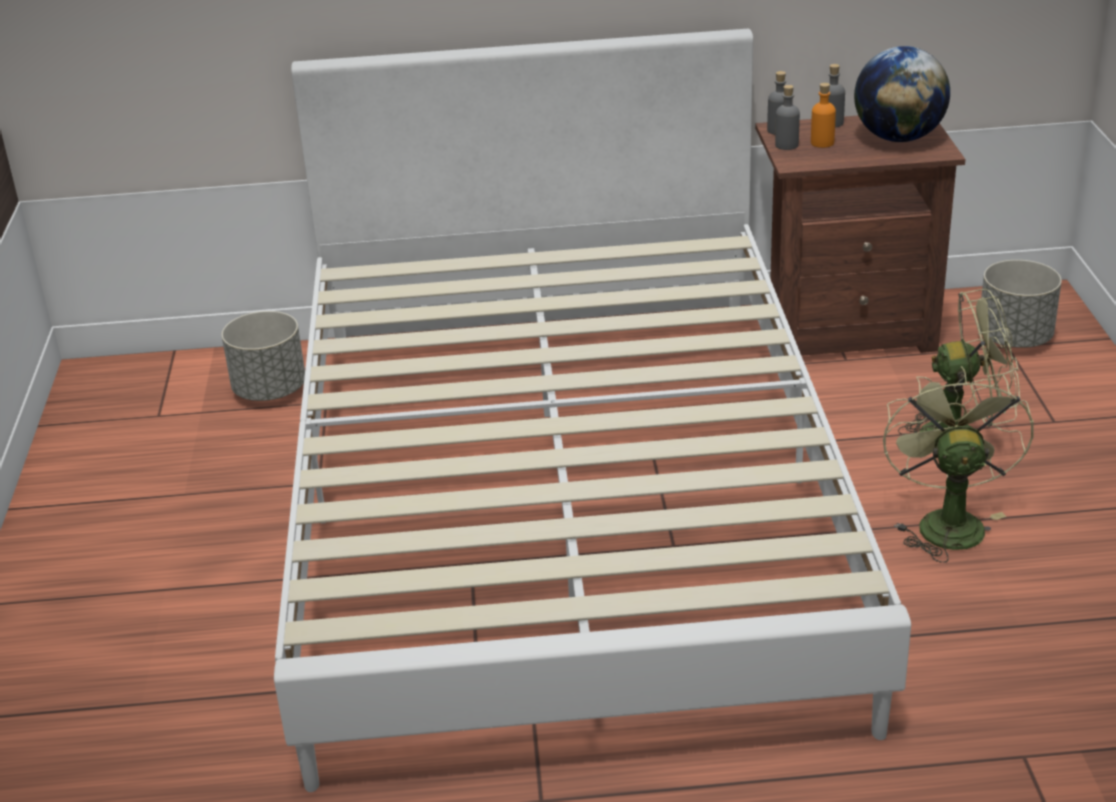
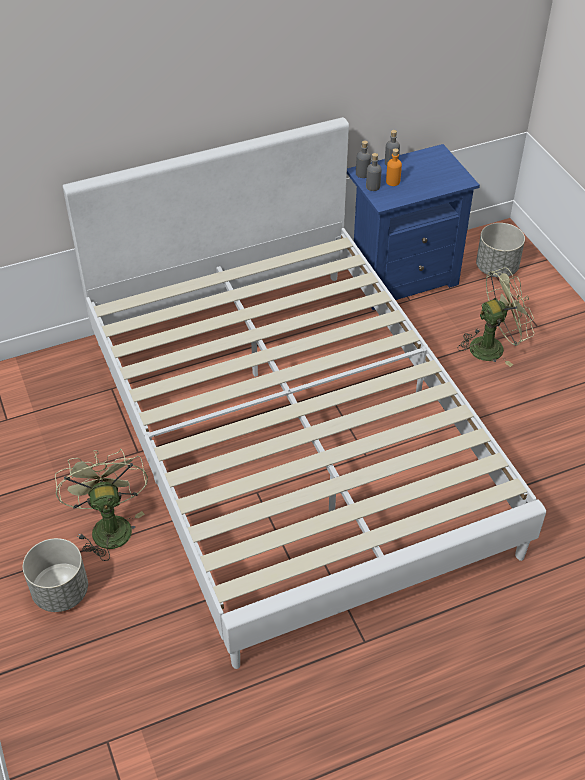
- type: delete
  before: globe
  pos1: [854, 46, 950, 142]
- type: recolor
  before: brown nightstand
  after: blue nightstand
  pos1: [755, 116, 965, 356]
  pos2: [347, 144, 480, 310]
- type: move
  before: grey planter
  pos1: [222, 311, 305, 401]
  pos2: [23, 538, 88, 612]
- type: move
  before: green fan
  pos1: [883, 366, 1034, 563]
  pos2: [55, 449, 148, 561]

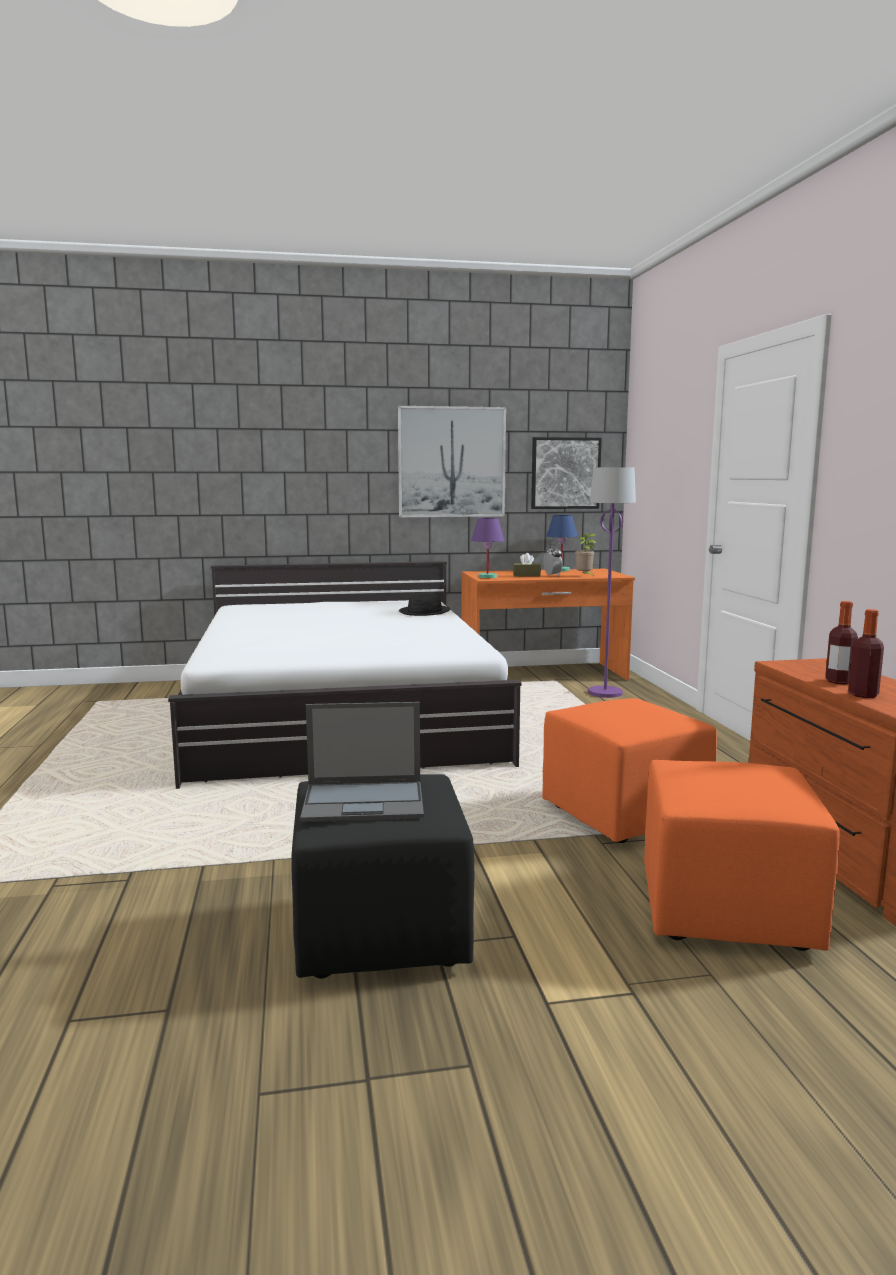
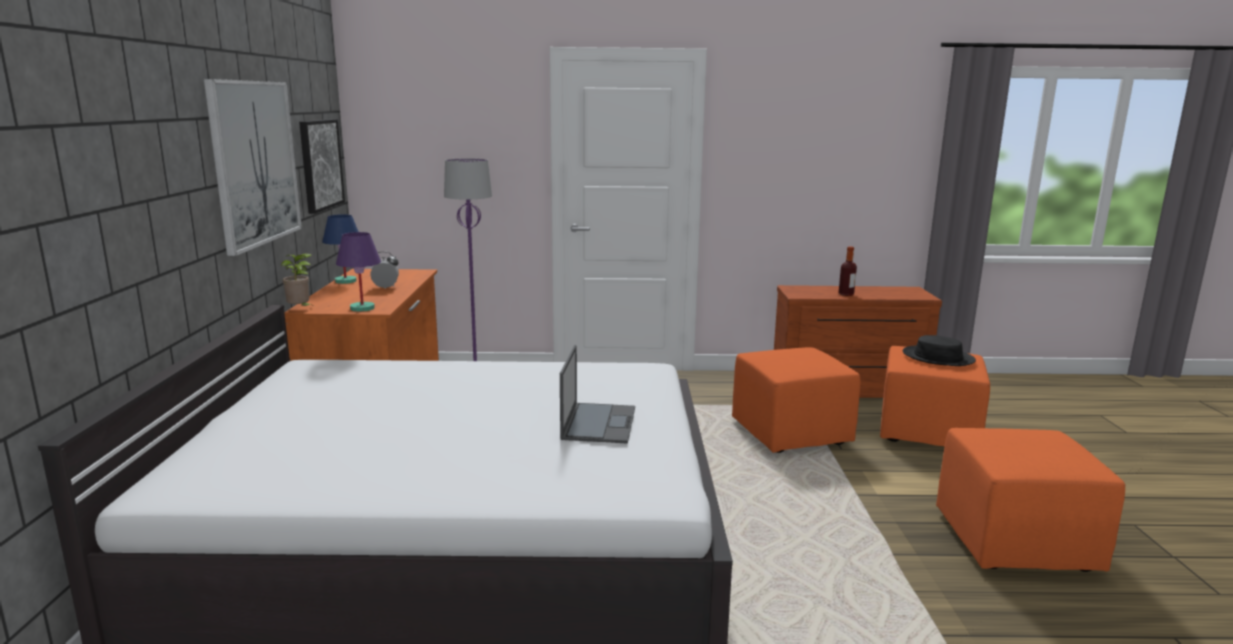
- type: move
  before: potted plant
  pos1: [575, 533, 596, 576]
  pos2: [281, 253, 312, 306]
- type: delete
  before: brown tissue box
  pos1: [513, 553, 541, 576]
- type: move
  before: black hat
  pos1: [399, 594, 450, 616]
  pos2: [903, 335, 976, 366]
- type: delete
  before: bottle
  pos1: [848, 609, 884, 698]
- type: move
  before: laptop
  pos1: [300, 702, 424, 822]
  pos2: [560, 345, 635, 444]
- type: recolor
  before: black ottoman
  after: orange ottoman
  pos1: [291, 774, 474, 979]
  pos2: [936, 428, 1125, 572]

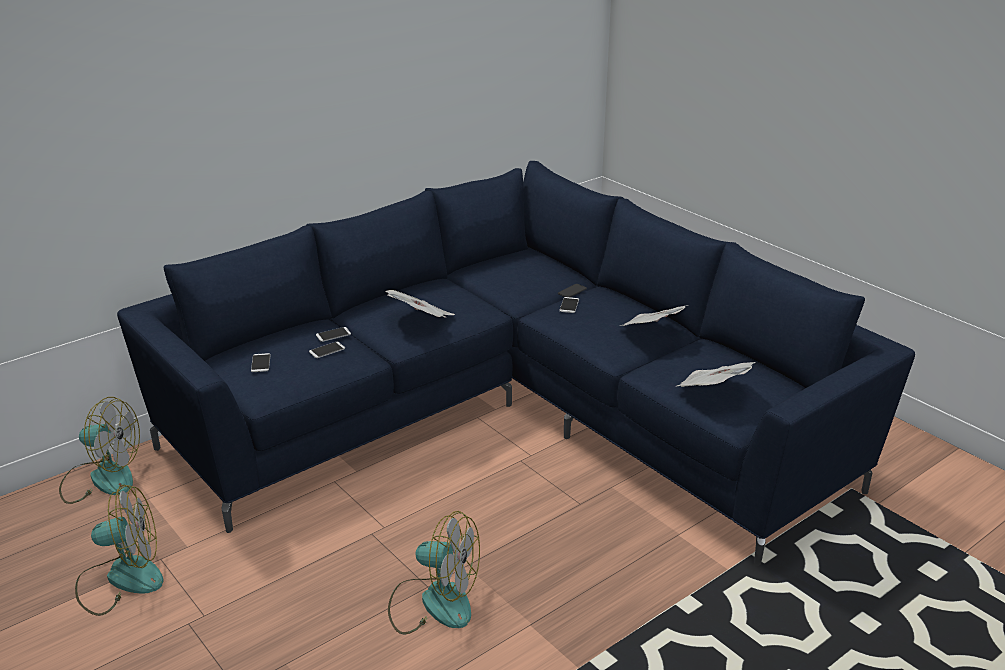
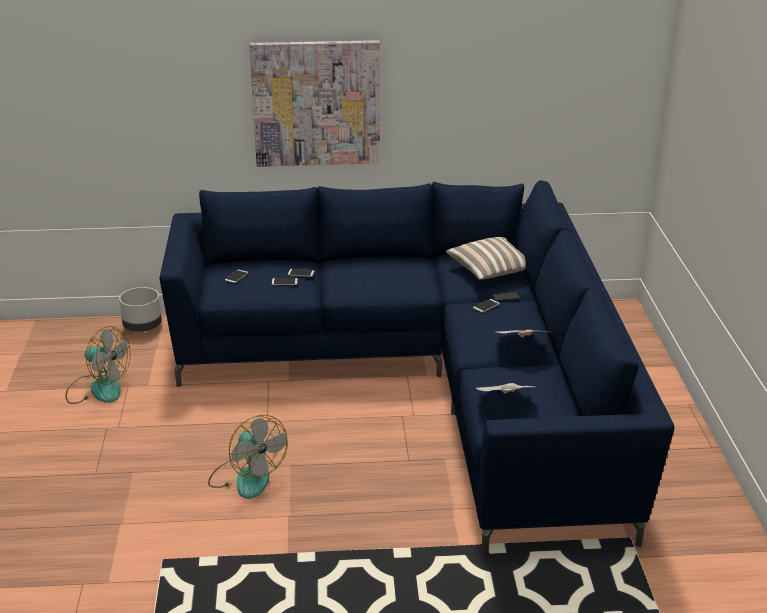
- type: delete
  before: newspaper
  pos1: [385, 290, 455, 318]
- type: replace
  before: fan
  after: grey planter
  pos1: [59, 397, 140, 504]
  pos2: [119, 287, 162, 332]
- type: insert
  after: picture
  pos2: [250, 40, 380, 167]
- type: insert
  after: pillow
  pos2: [446, 237, 526, 280]

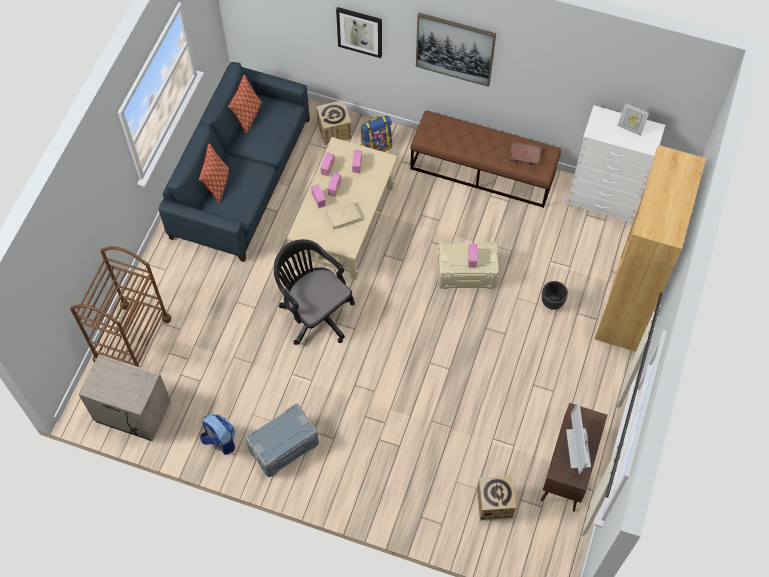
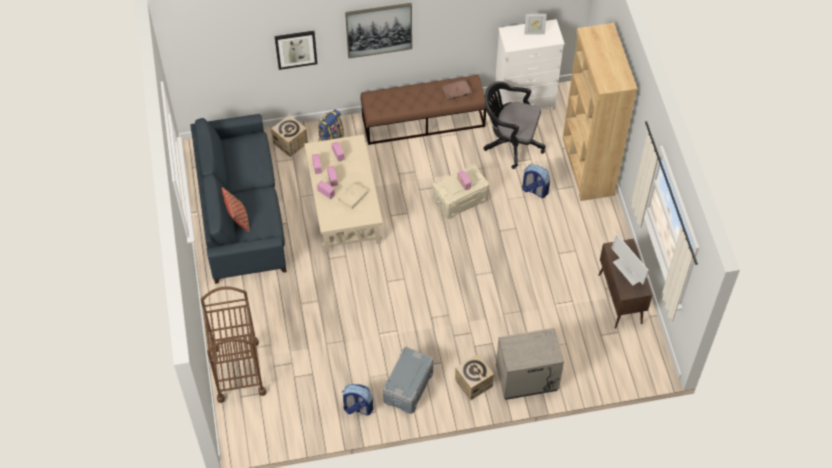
- type: delete
  before: pillow
  pos1: [228, 75, 262, 133]
- type: move
  before: black office chair
  pos1: [274, 239, 355, 345]
  pos2: [483, 81, 545, 169]
- type: replace
  before: black planter
  after: backpack
  pos1: [542, 281, 568, 310]
  pos2: [522, 164, 550, 198]
- type: move
  before: beige nightstand
  pos1: [78, 354, 171, 441]
  pos2: [496, 328, 564, 400]
- type: move
  before: cardboard box
  pos1: [477, 476, 516, 520]
  pos2: [455, 354, 494, 401]

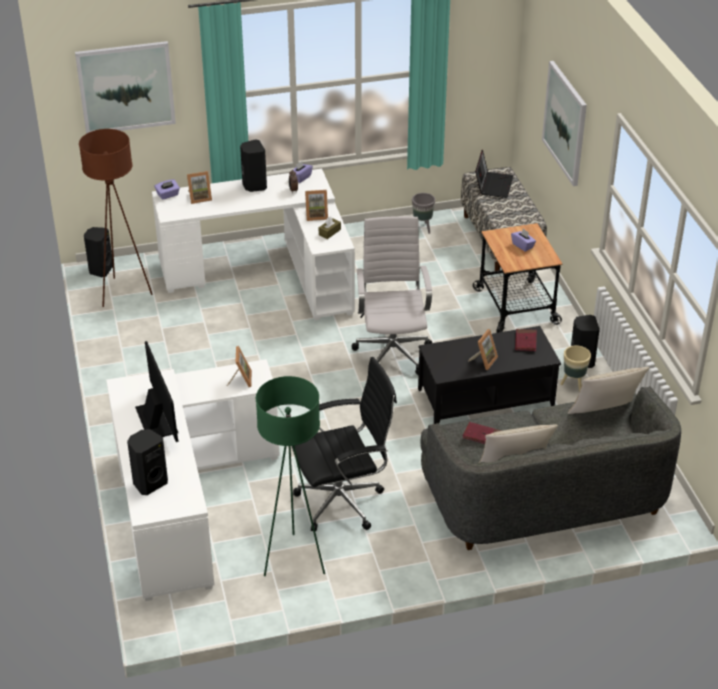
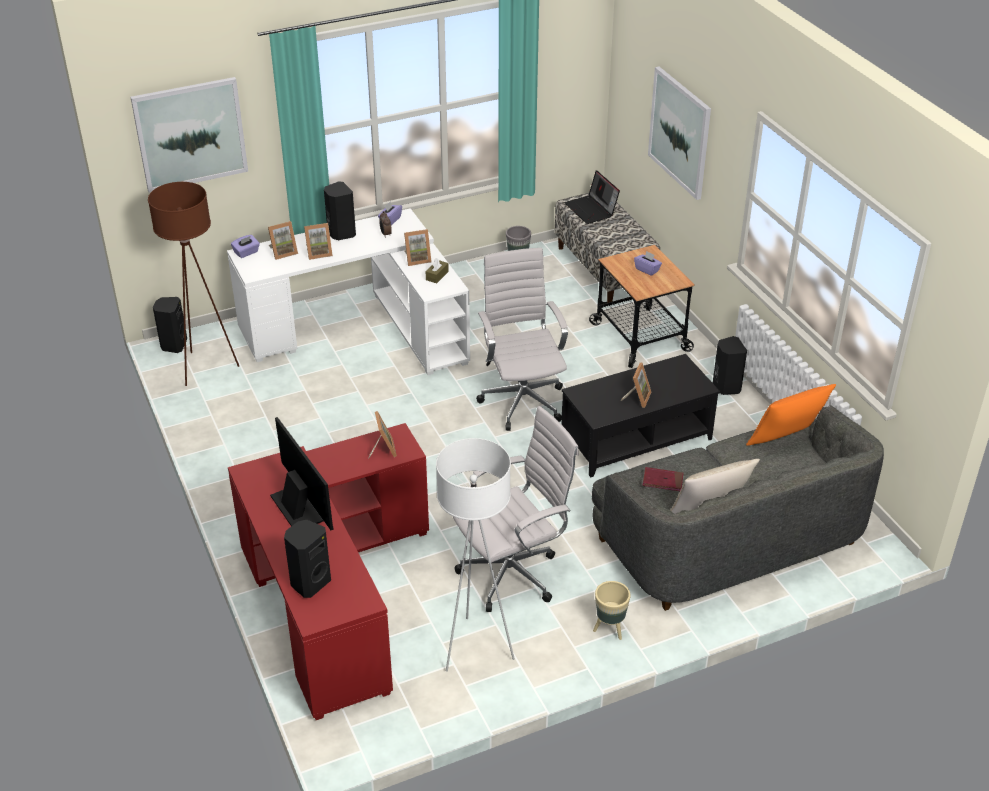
- type: rotate
  before: laptop
  pos1: [475, 150, 514, 198]
  pos2: [565, 170, 620, 224]
  turn: 150
- type: delete
  before: red book
  pos1: [515, 329, 537, 351]
- type: move
  before: beige planter
  pos1: [560, 345, 591, 391]
  pos2: [593, 581, 631, 640]
- type: recolor
  before: black office chair
  after: white office chair
  pos1: [292, 357, 397, 532]
  pos2: [453, 406, 579, 612]
- type: recolor
  before: white desk
  after: red desk
  pos1: [106, 359, 280, 601]
  pos2: [228, 423, 429, 720]
- type: recolor
  before: beige pillow
  after: orange pillow
  pos1: [568, 367, 649, 414]
  pos2: [746, 384, 836, 446]
- type: recolor
  before: green floor lamp
  after: white floor lamp
  pos1: [256, 376, 325, 576]
  pos2: [436, 438, 515, 672]
- type: insert
  after: picture frame
  pos2: [304, 223, 333, 260]

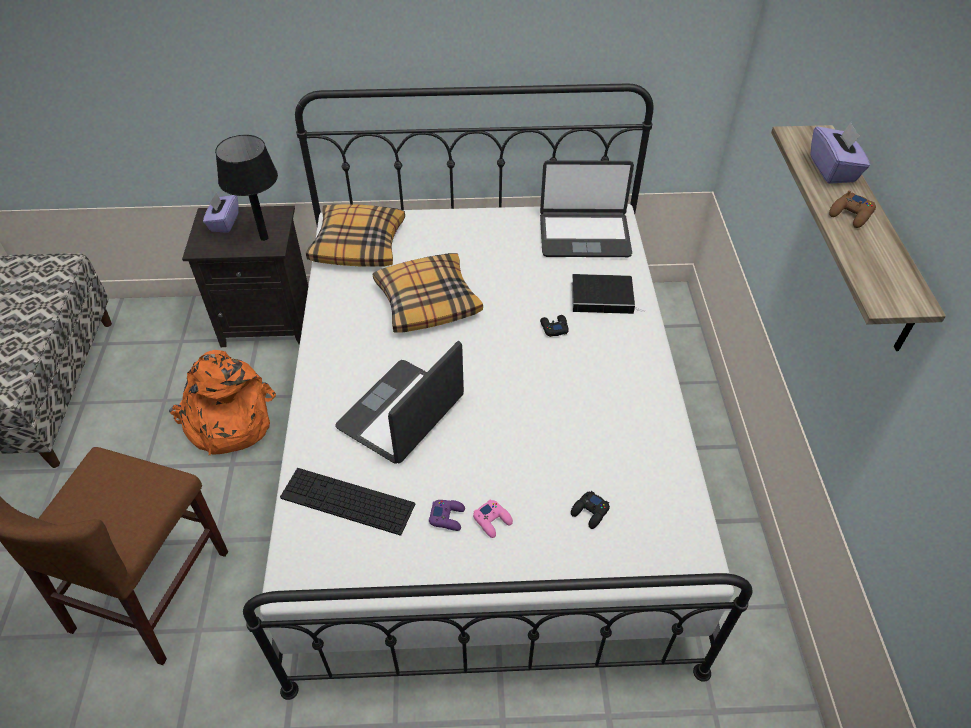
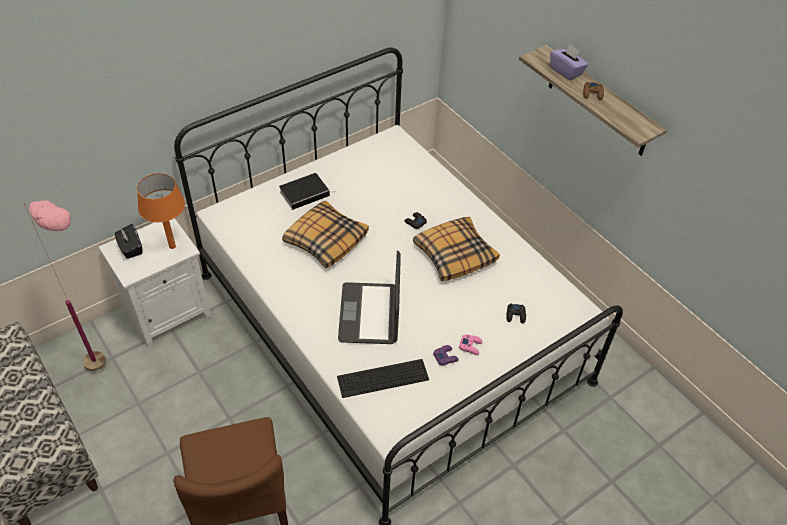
- type: recolor
  before: black table lamp
  after: orange table lamp
  pos1: [215, 135, 278, 241]
  pos2: [137, 173, 185, 249]
- type: delete
  before: laptop
  pos1: [540, 160, 634, 257]
- type: recolor
  before: purple tissue box
  after: black tissue box
  pos1: [203, 193, 239, 233]
  pos2: [115, 224, 142, 259]
- type: move
  before: pillow
  pos1: [306, 204, 405, 267]
  pos2: [413, 217, 500, 281]
- type: recolor
  before: black nightstand
  after: white nightstand
  pos1: [182, 206, 308, 347]
  pos2: [99, 218, 211, 347]
- type: move
  before: book
  pos1: [572, 274, 645, 314]
  pos2: [279, 173, 334, 210]
- type: delete
  before: orange backpack
  pos1: [169, 350, 276, 455]
- type: insert
  after: pink floor lamp
  pos2: [24, 200, 106, 371]

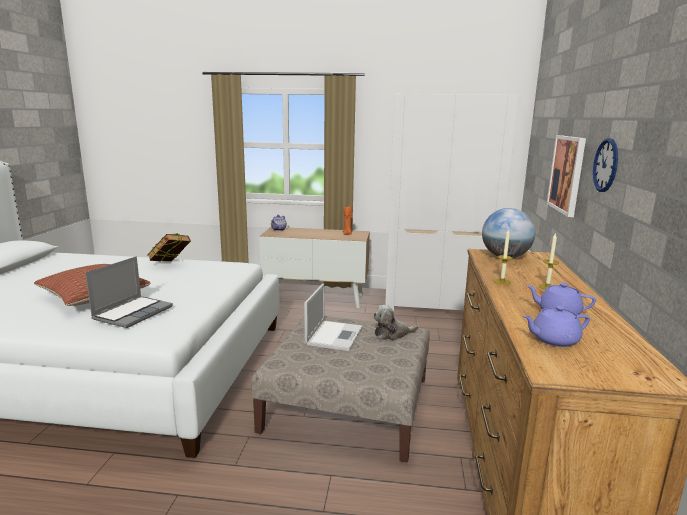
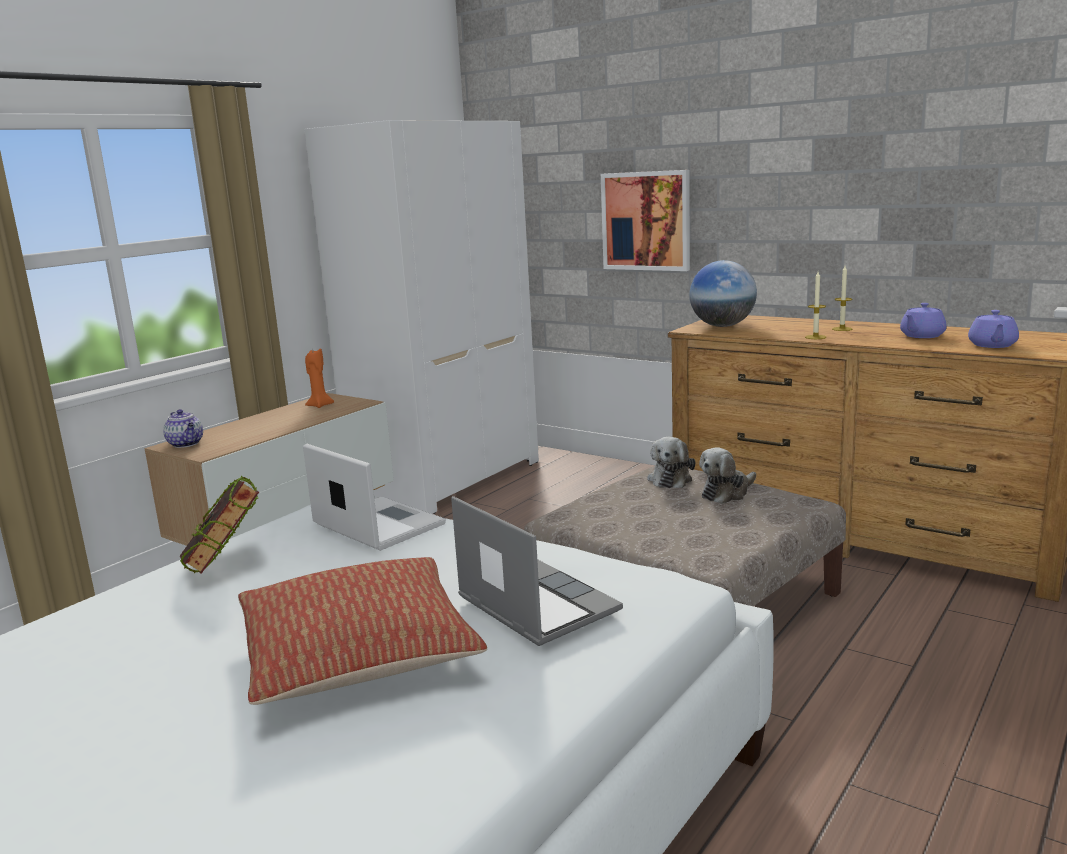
- type: delete
  before: wall clock
  pos1: [593, 138, 618, 192]
- type: move
  before: laptop
  pos1: [304, 284, 362, 351]
  pos2: [303, 444, 446, 551]
- type: insert
  after: plush toy
  pos2: [699, 448, 756, 504]

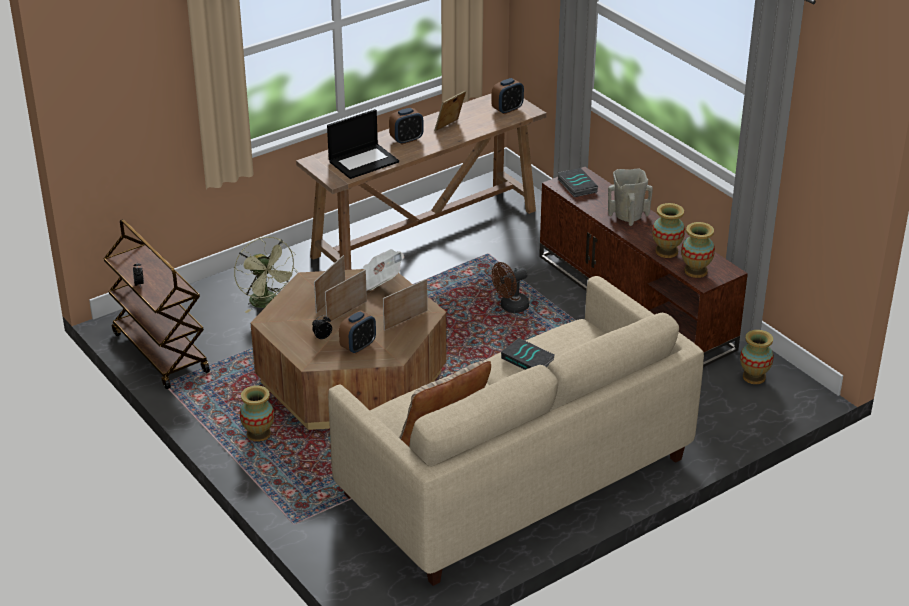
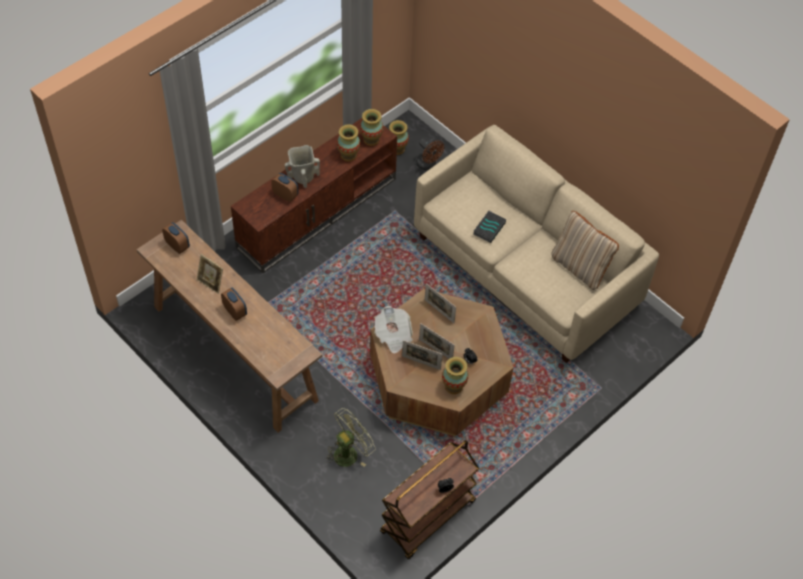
- type: delete
  before: laptop
  pos1: [327, 109, 399, 179]
- type: delete
  before: book
  pos1: [558, 168, 598, 197]
- type: move
  before: brown fan
  pos1: [491, 262, 529, 313]
  pos2: [416, 139, 444, 170]
- type: move
  before: alarm clock
  pos1: [339, 310, 376, 354]
  pos2: [271, 173, 298, 202]
- type: move
  before: vase
  pos1: [240, 386, 274, 442]
  pos2: [442, 357, 468, 394]

